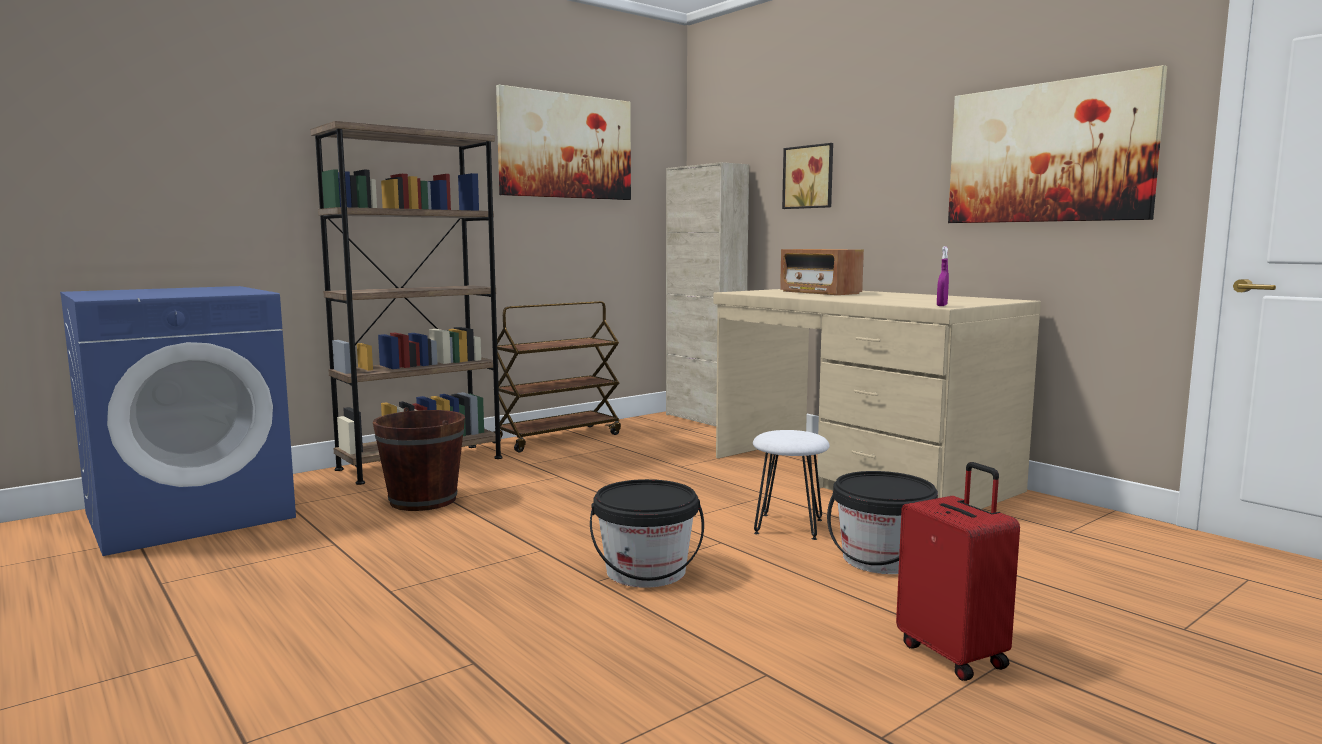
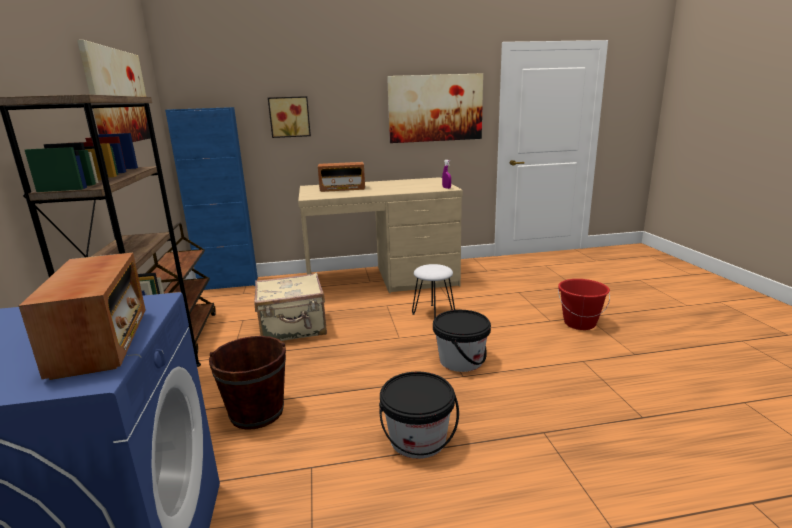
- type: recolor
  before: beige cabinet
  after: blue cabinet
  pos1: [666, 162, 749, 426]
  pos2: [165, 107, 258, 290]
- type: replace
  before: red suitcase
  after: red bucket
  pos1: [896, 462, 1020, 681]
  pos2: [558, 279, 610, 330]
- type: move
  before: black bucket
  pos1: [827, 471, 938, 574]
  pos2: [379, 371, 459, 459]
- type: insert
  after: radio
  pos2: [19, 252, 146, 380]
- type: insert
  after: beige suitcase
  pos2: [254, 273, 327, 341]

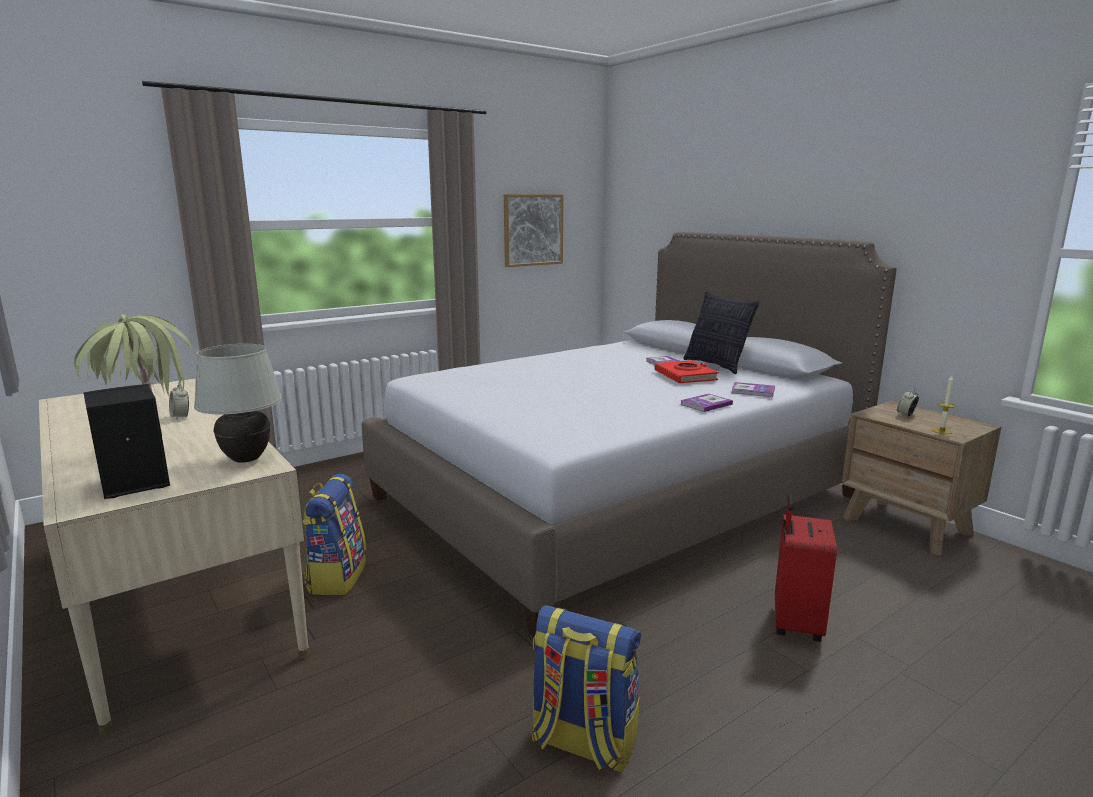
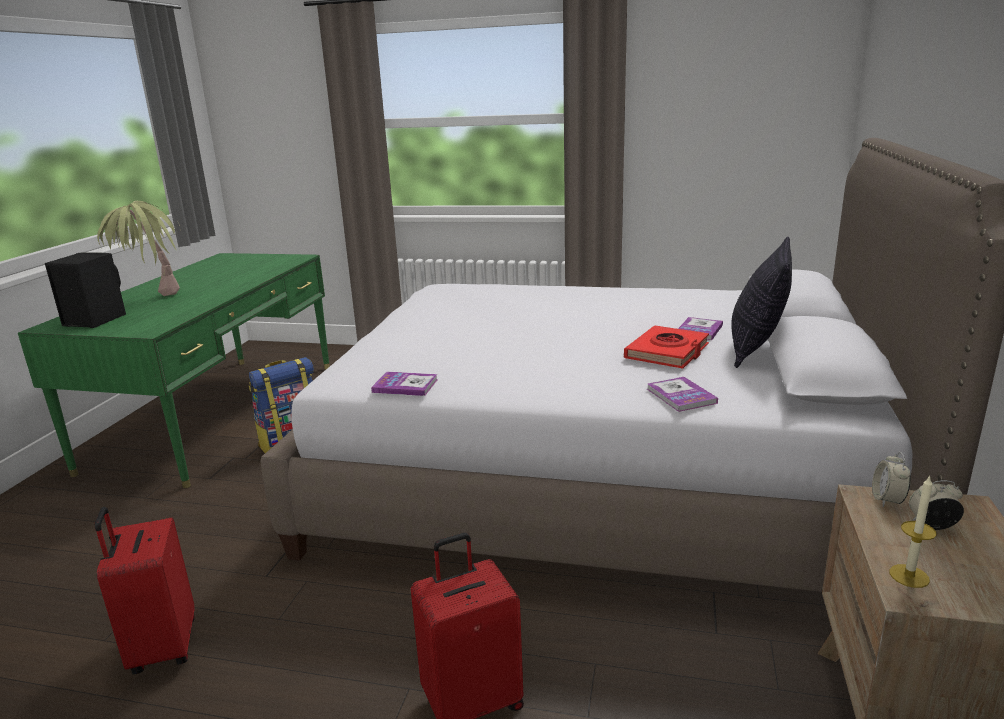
- type: delete
  before: picture
  pos1: [504, 194, 563, 267]
- type: delete
  before: white table lamp
  pos1: [194, 344, 282, 463]
- type: recolor
  before: beige desk
  after: green desk
  pos1: [39, 379, 309, 735]
  pos2: [18, 253, 330, 488]
- type: move
  before: alarm clock
  pos1: [169, 383, 189, 419]
  pos2: [872, 452, 911, 507]
- type: move
  before: book
  pos1: [680, 393, 733, 412]
  pos2: [371, 372, 438, 396]
- type: replace
  before: backpack
  after: red suitcase
  pos1: [531, 605, 641, 773]
  pos2: [94, 507, 195, 674]

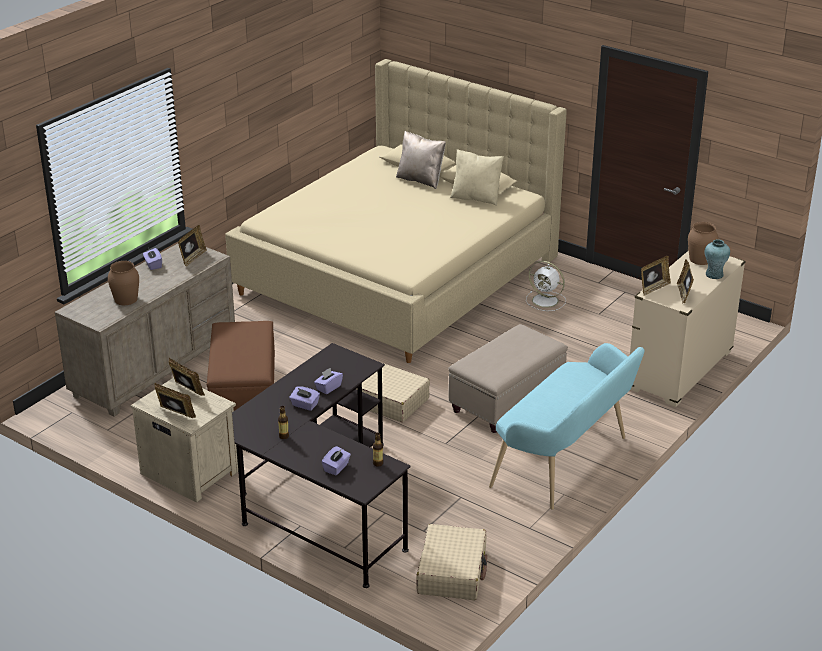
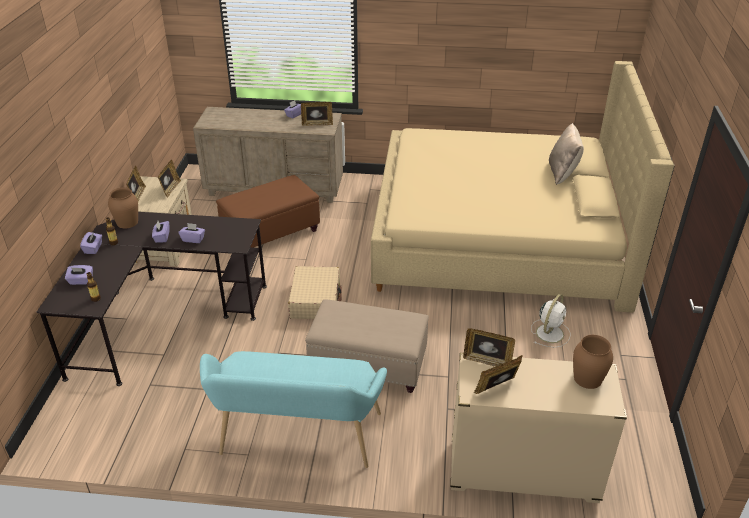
- type: delete
  before: beige pillow
  pos1: [450, 149, 504, 206]
- type: delete
  before: turquoise vase
  pos1: [704, 239, 730, 279]
- type: move
  before: brown vase
  pos1: [108, 261, 139, 305]
  pos2: [108, 187, 138, 228]
- type: rotate
  before: white fan
  pos1: [526, 261, 566, 311]
  pos2: [531, 294, 571, 348]
  turn: -150
- type: delete
  before: beige suitcase
  pos1: [417, 524, 487, 600]
- type: insert
  after: purple tissue box
  pos2: [80, 232, 102, 254]

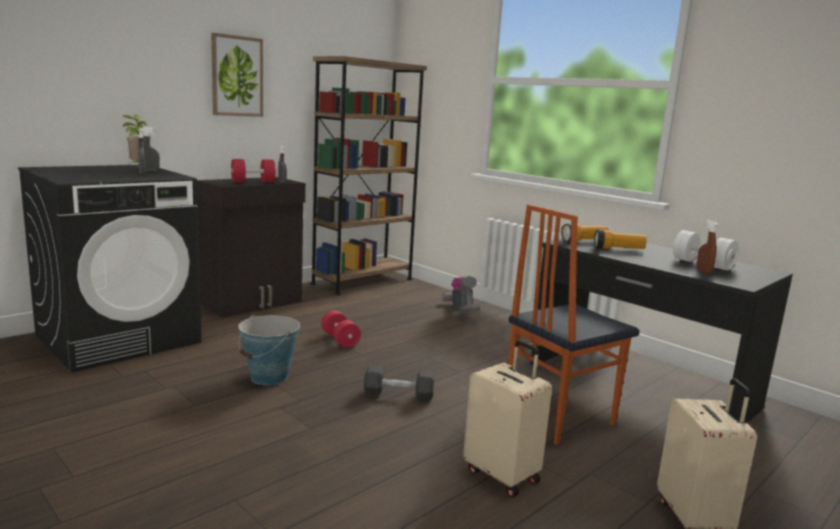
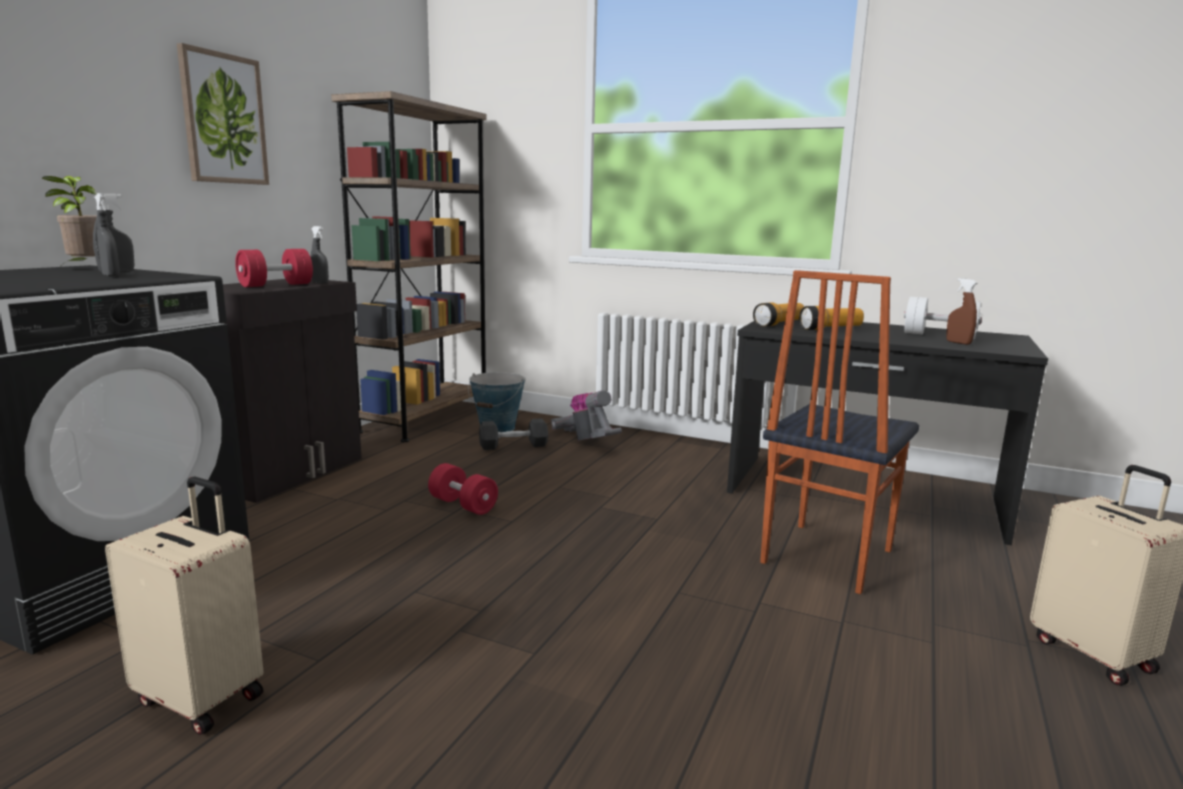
- type: move
  before: bucket
  pos1: [238, 315, 300, 385]
  pos2: [468, 372, 525, 432]
- type: move
  before: beige suitcase
  pos1: [463, 341, 552, 497]
  pos2: [105, 476, 263, 735]
- type: move
  before: grey dumbbell
  pos1: [364, 365, 435, 402]
  pos2: [479, 418, 548, 450]

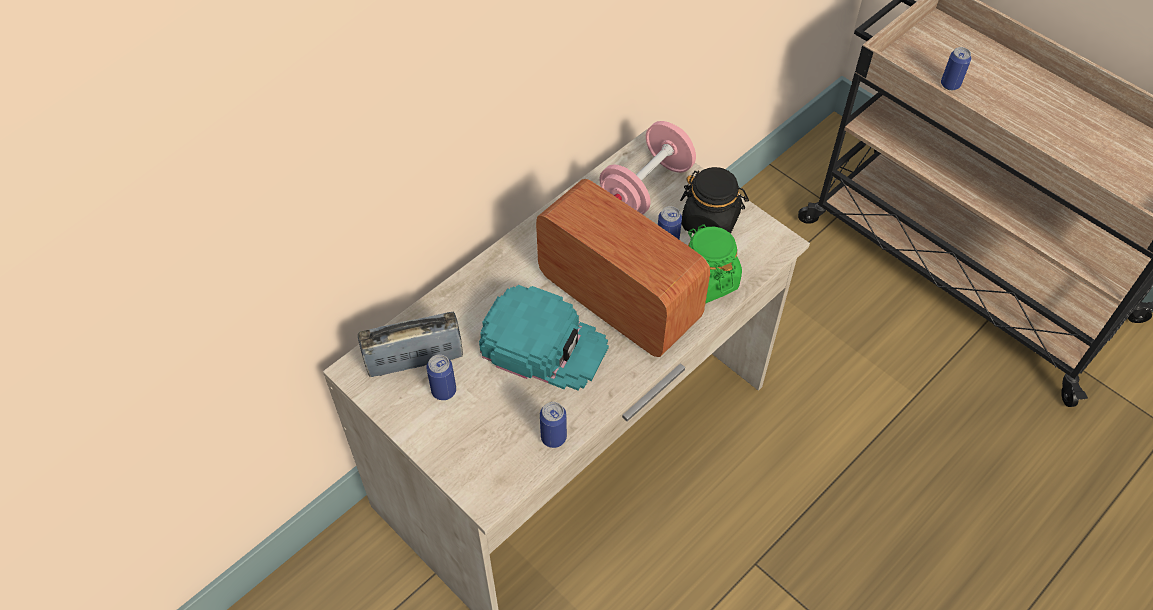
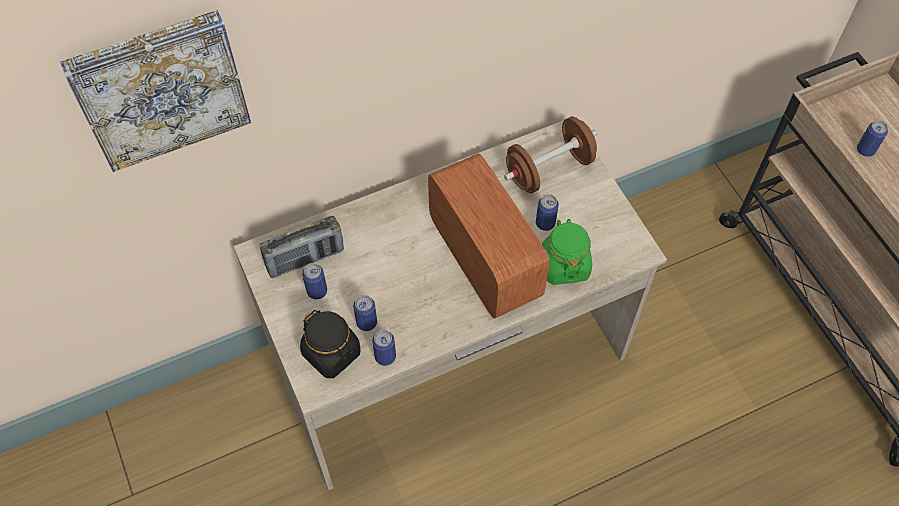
- type: recolor
  before: pink dumbbell
  after: brown dumbbell
  pos1: [599, 121, 696, 215]
  pos2: [504, 116, 597, 193]
- type: move
  before: black jar
  pos1: [680, 167, 749, 234]
  pos2: [300, 310, 361, 378]
- type: delete
  before: turquoise cap
  pos1: [479, 285, 609, 390]
- type: rotate
  before: radio
  pos1: [358, 312, 463, 377]
  pos2: [260, 216, 344, 278]
  turn: 150
- type: insert
  after: picture
  pos2: [60, 10, 251, 172]
- type: insert
  after: can
  pos2: [353, 295, 377, 331]

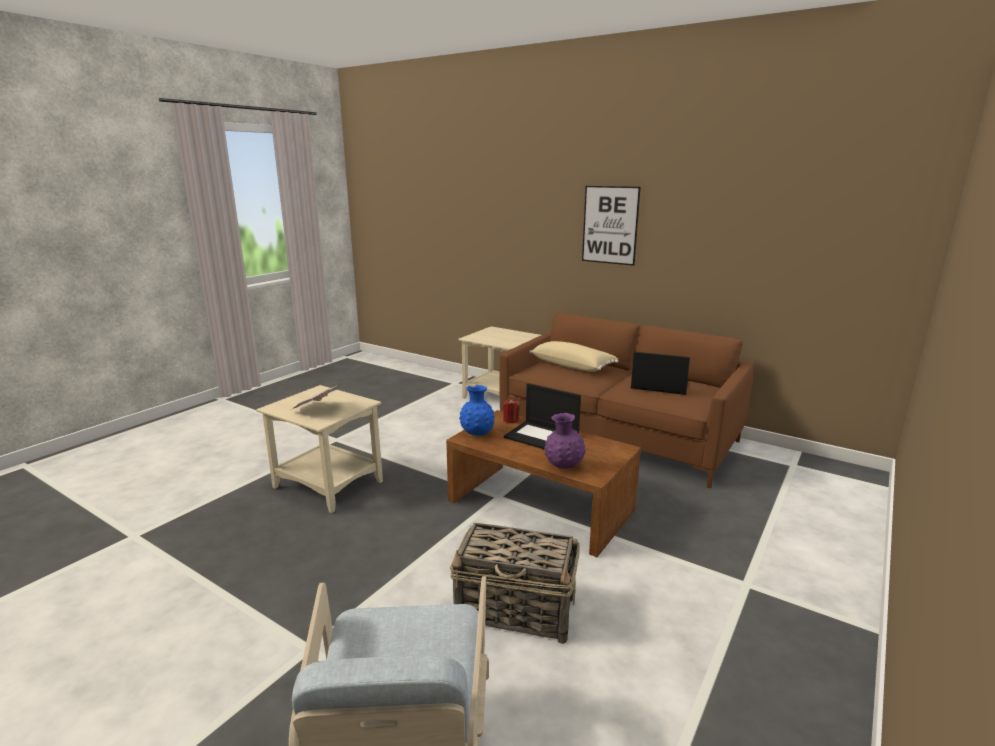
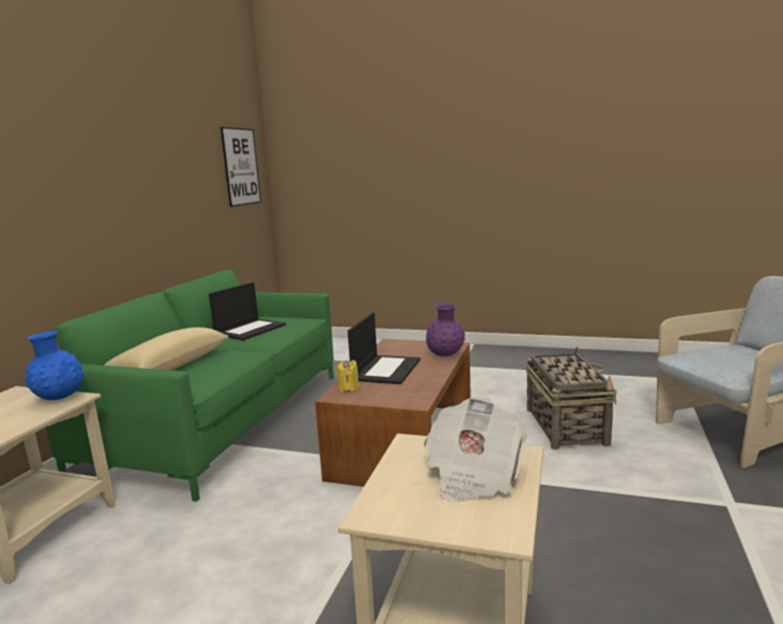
- type: move
  before: picture
  pos1: [582, 186, 641, 266]
  pos2: [220, 127, 261, 207]
- type: recolor
  before: brown sofa
  after: green sofa
  pos1: [499, 313, 754, 488]
  pos2: [45, 269, 334, 502]
- type: rotate
  before: laptop
  pos1: [631, 352, 690, 395]
  pos2: [209, 282, 286, 340]
  turn: -150
- type: move
  before: blue vase
  pos1: [459, 385, 495, 436]
  pos2: [24, 331, 84, 400]
- type: recolor
  before: red candle
  after: yellow candle
  pos1: [503, 399, 520, 423]
  pos2: [336, 359, 359, 393]

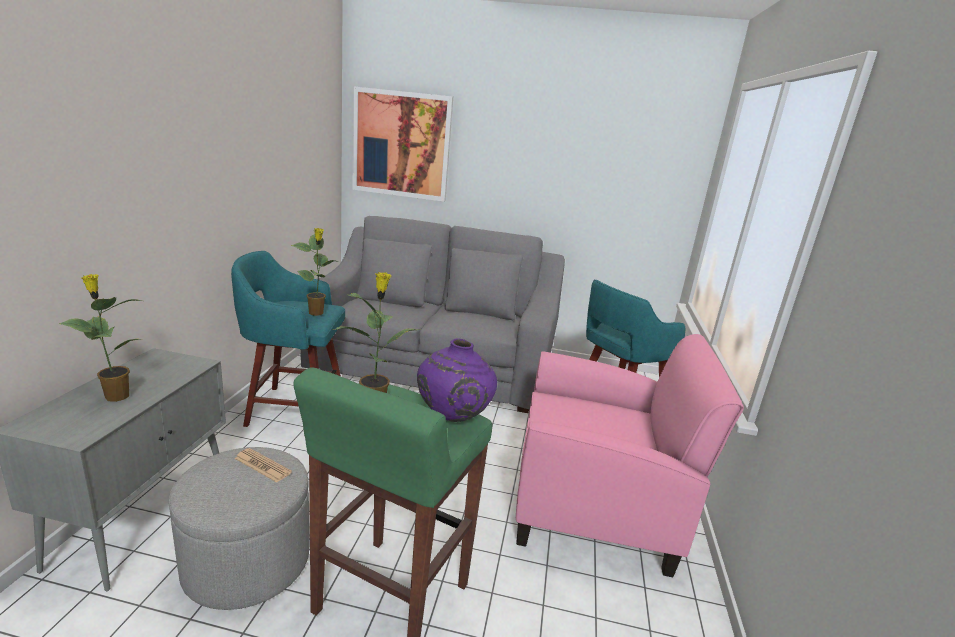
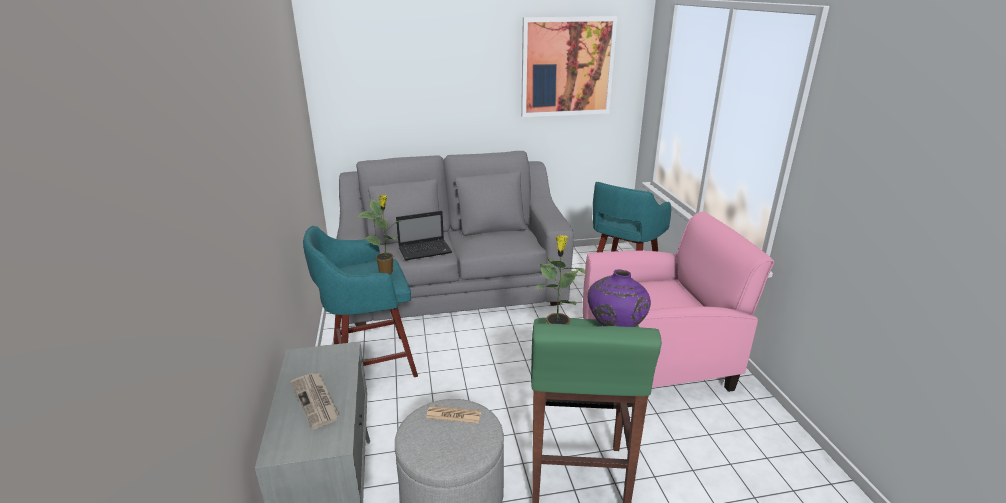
- type: move
  before: picture
  pos1: [352, 87, 453, 202]
  pos2: [521, 16, 617, 117]
- type: replace
  before: potted plant
  after: newspaper
  pos1: [59, 274, 142, 402]
  pos2: [291, 373, 339, 430]
- type: insert
  after: laptop
  pos2: [396, 211, 452, 261]

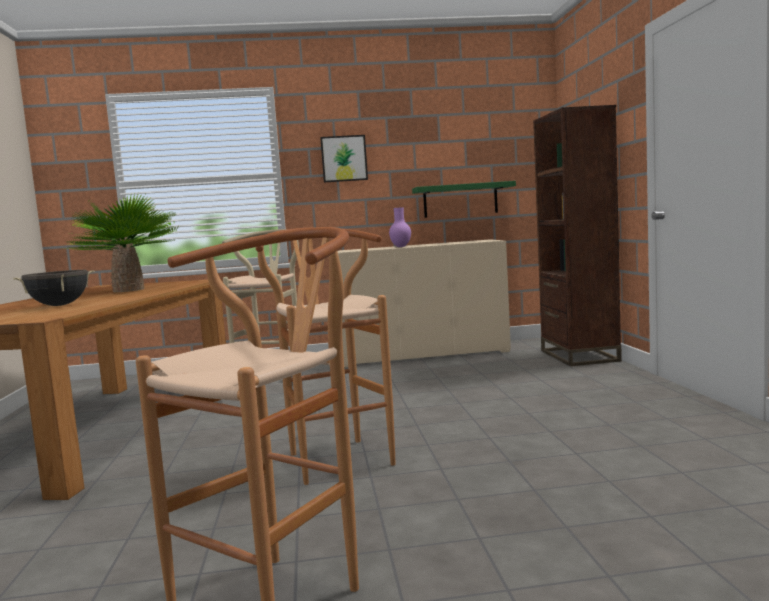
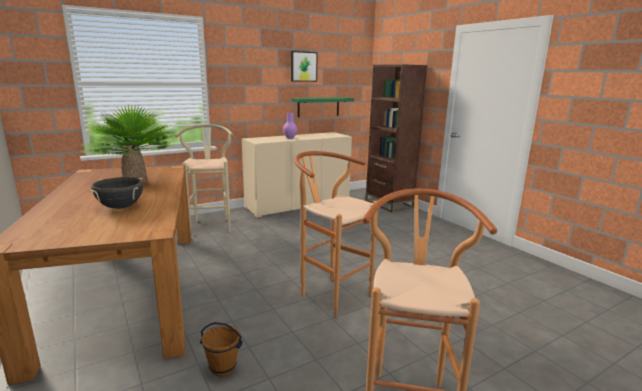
- type: move
  before: picture
  pos1: [320, 135, 368, 182]
  pos2: [291, 51, 318, 82]
- type: insert
  after: brown bucket
  pos2: [200, 322, 243, 376]

